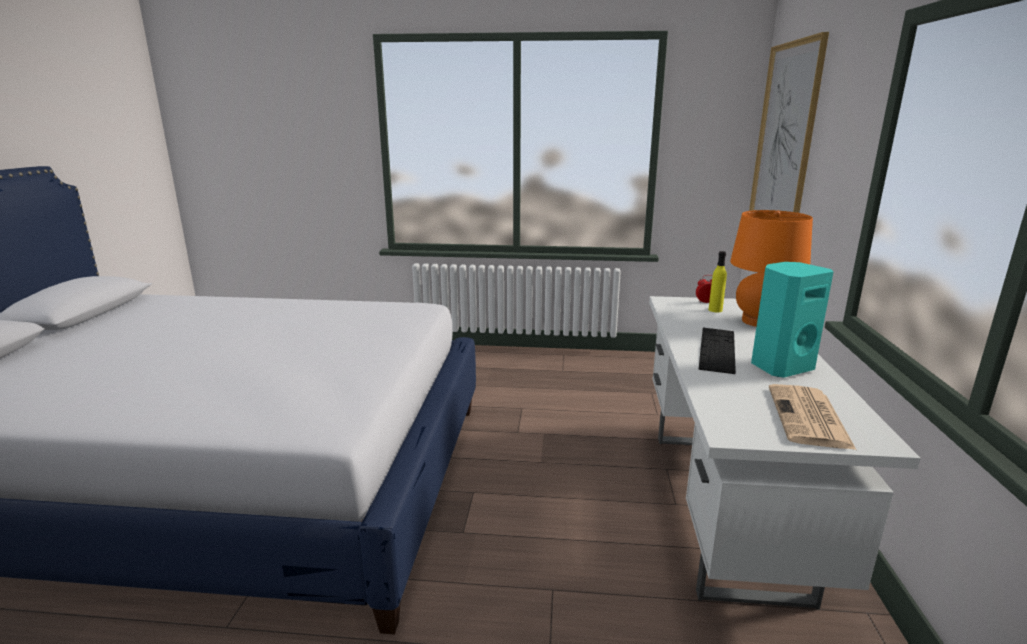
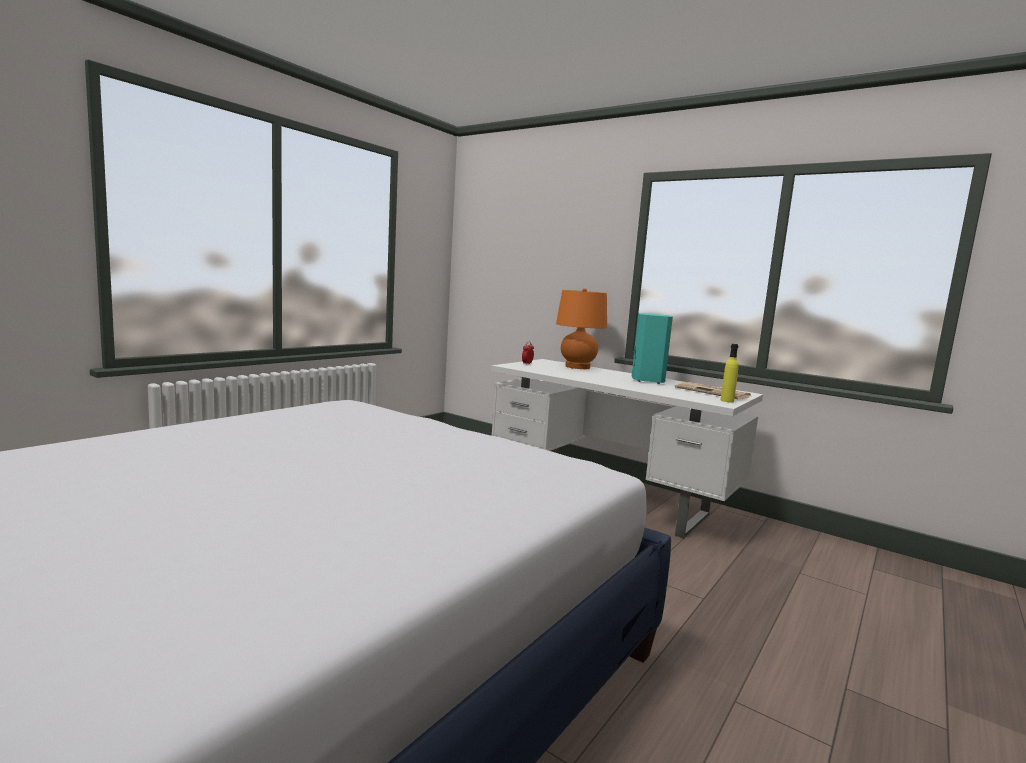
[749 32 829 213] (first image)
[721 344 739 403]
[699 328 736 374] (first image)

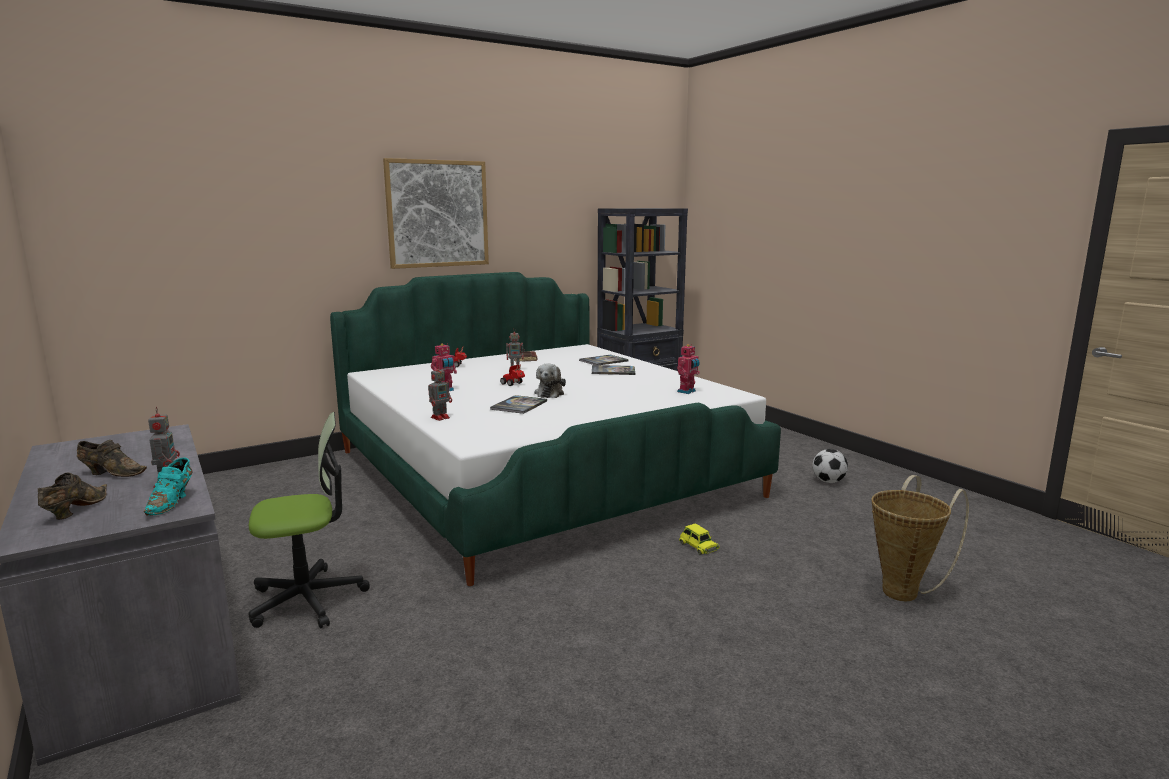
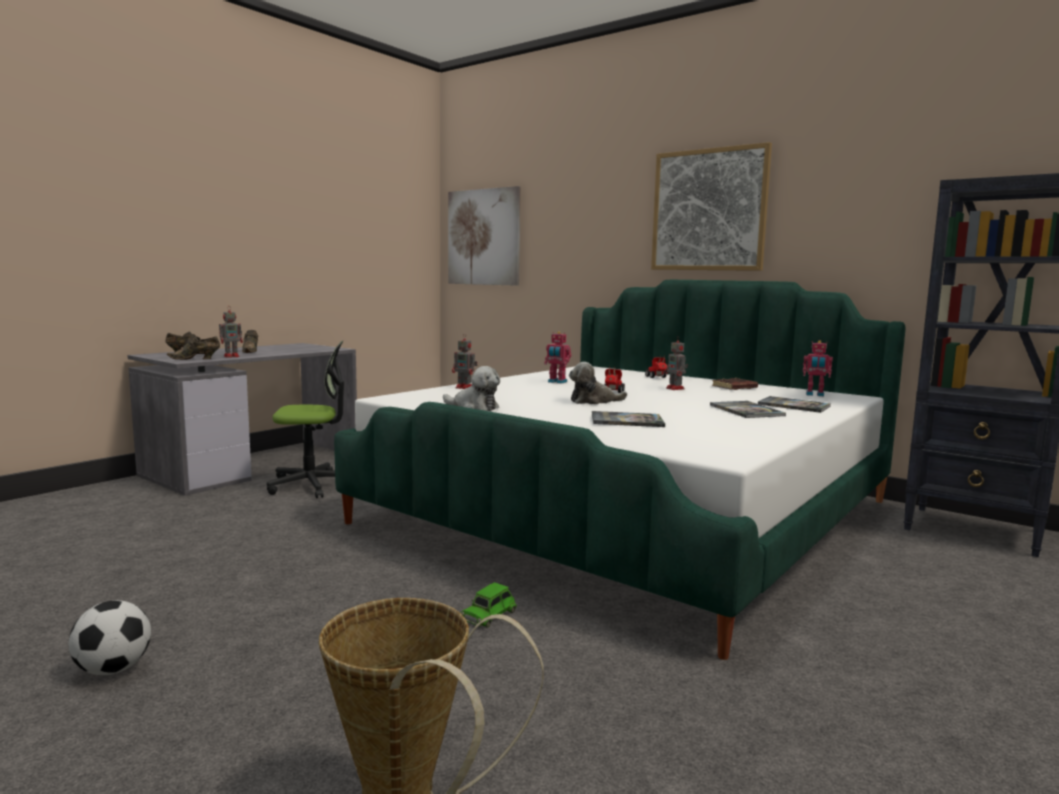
[803 341 833 396]
[592 411 665 427]
[267 341 344 498]
[68 600 151 675]
[167 335 220 360]
[461 582 517 628]
[448 186 521 286]
[443 366 500 411]

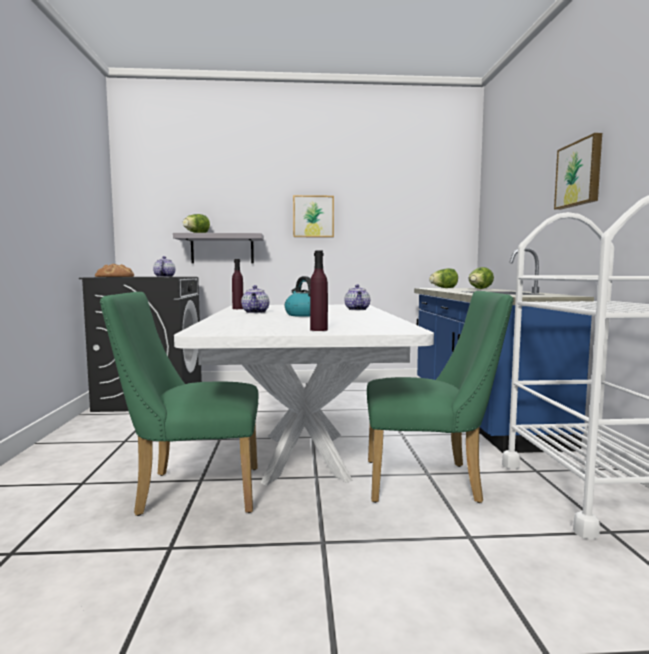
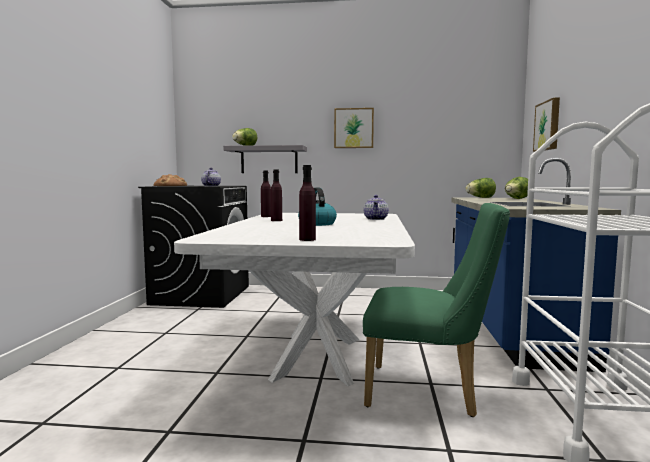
[533 98 560 152]
[271 170 282 221]
[100 292 259 516] (first image)

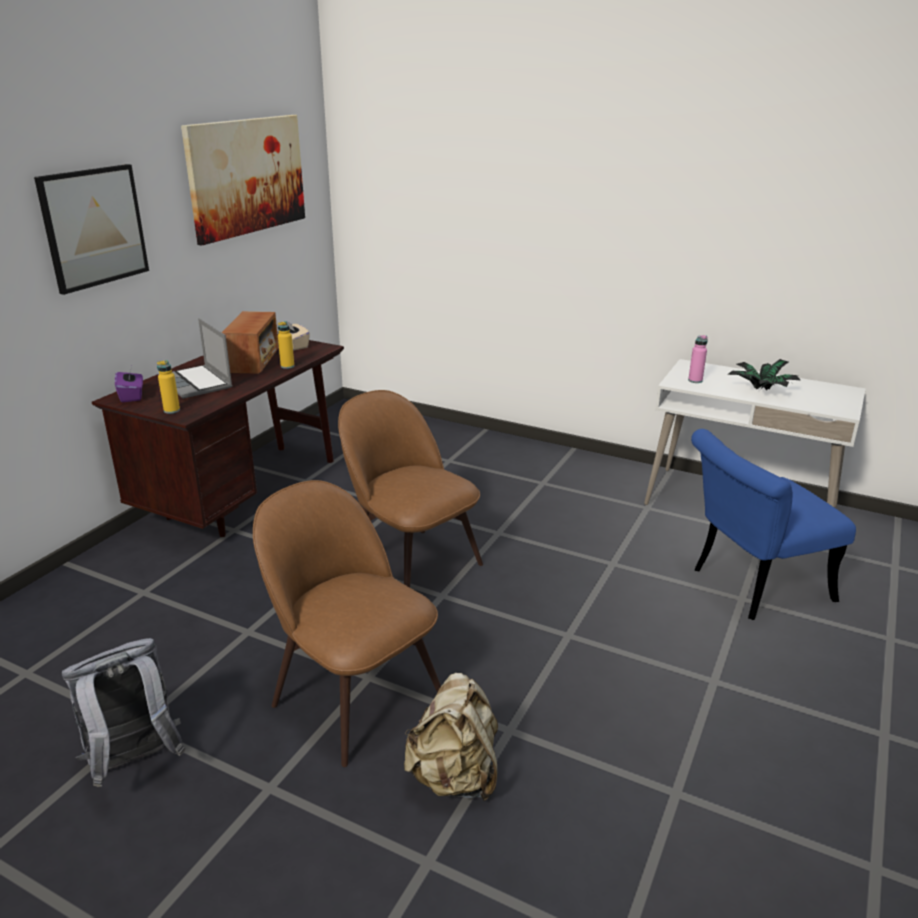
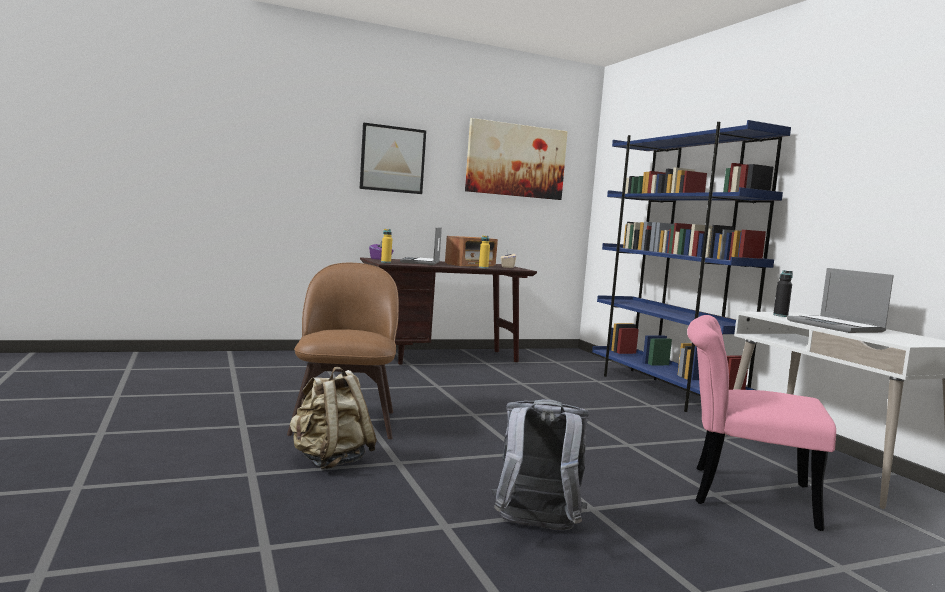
[773 270 793 317]
[787 268 894 333]
[338 390 483 587] (first image)
[687 315 836 531]
[491 399 589 530]
[592 120 791 412]

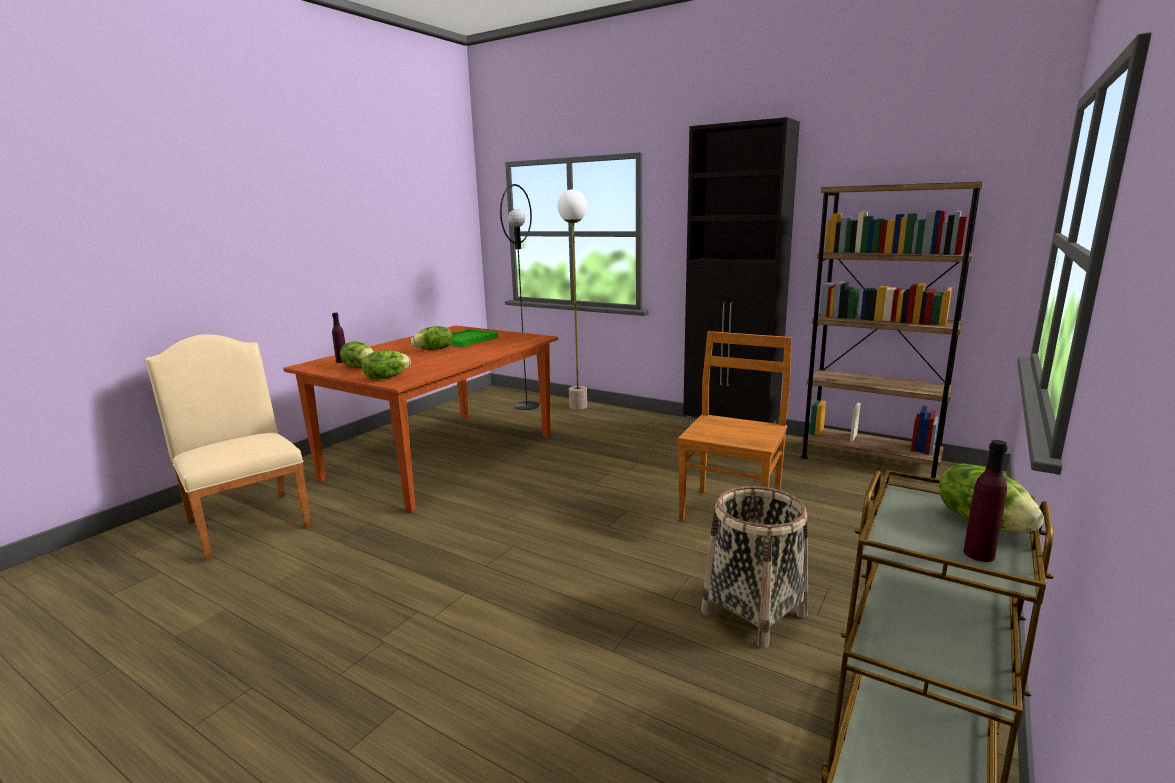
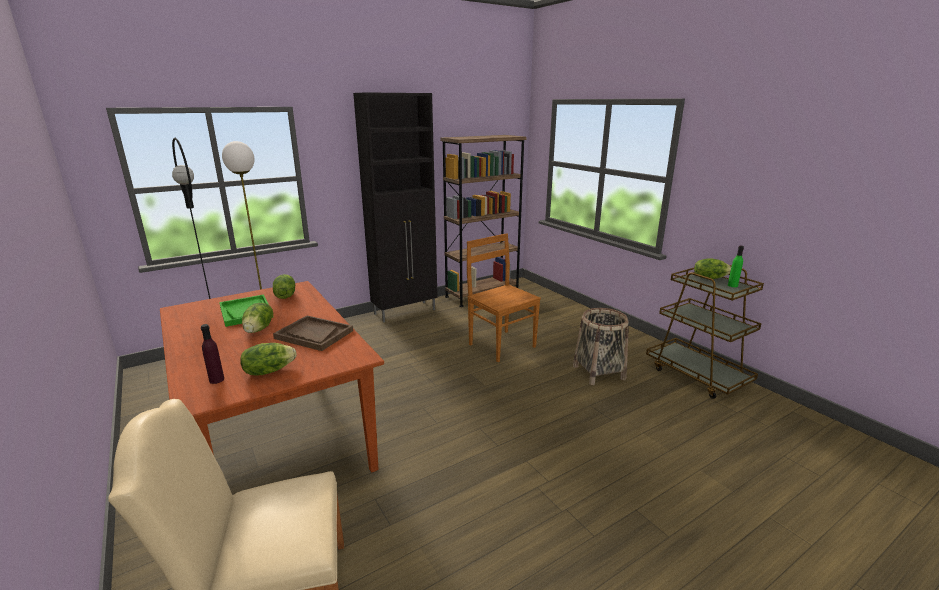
[273 274 295 299]
[728 246 744 287]
[273 316 353 351]

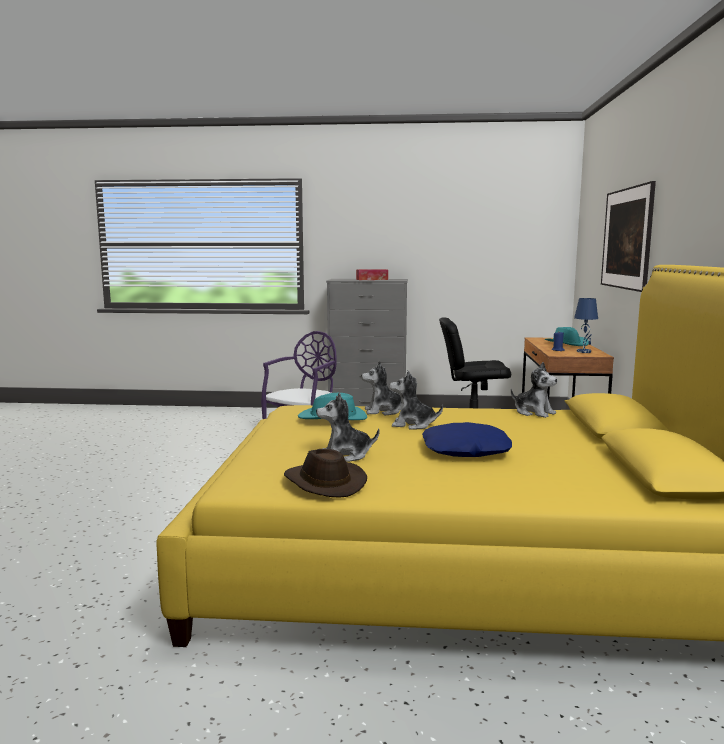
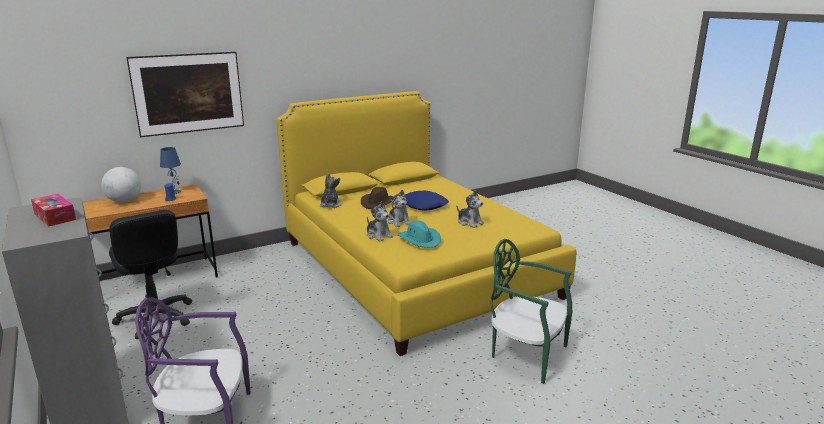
[101 167 141 203]
[361 187 391 209]
[490 239 573 384]

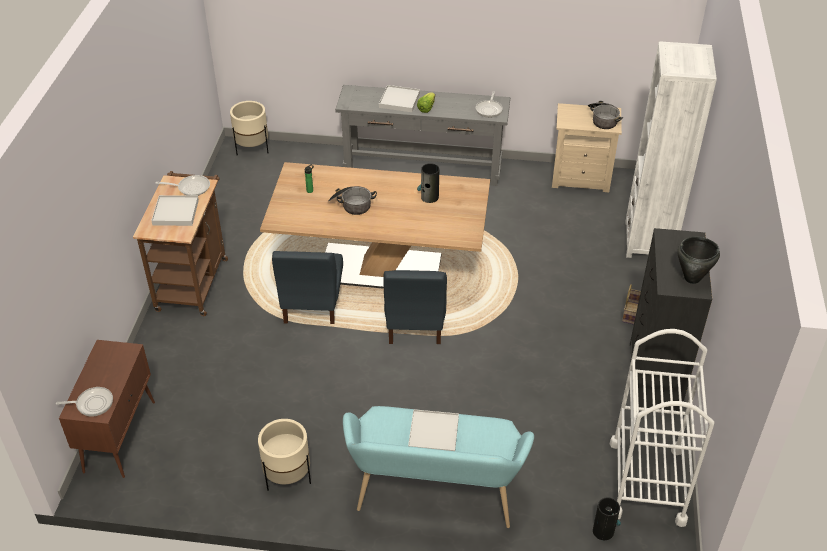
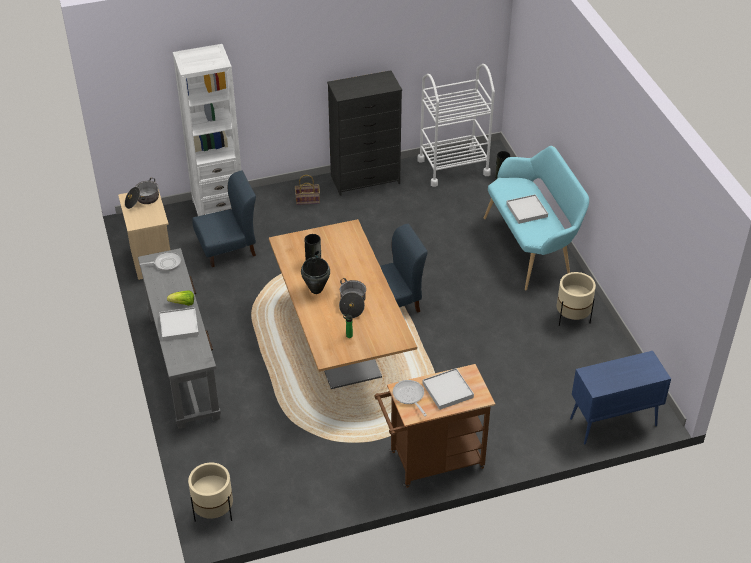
[301 257 330 294]
[192 171 256 267]
[570 351 671 444]
[56 387 113 416] (first image)

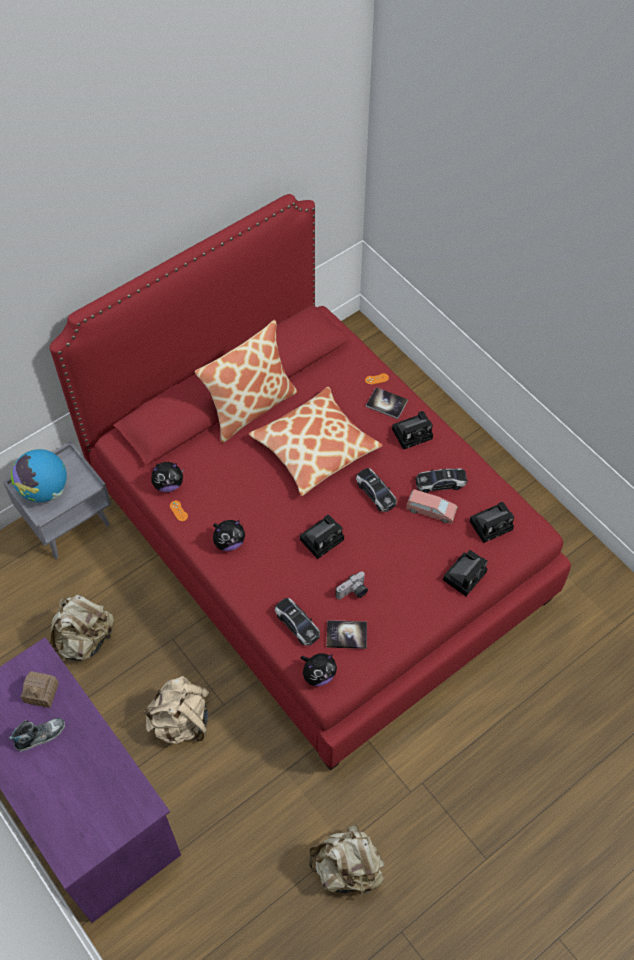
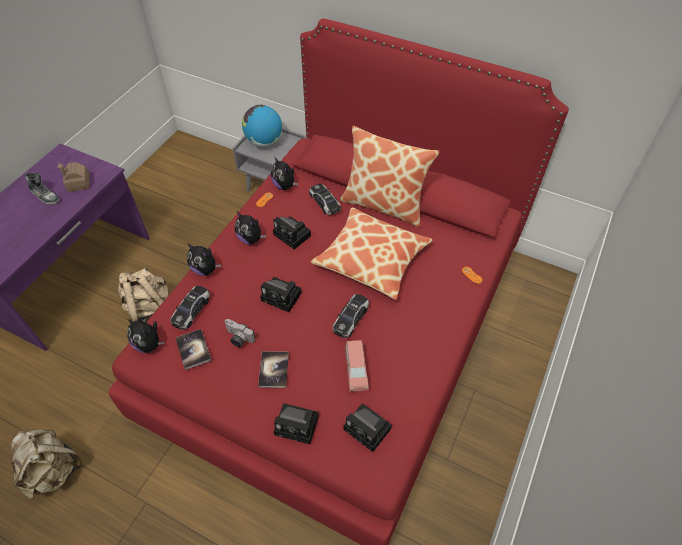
[258 351 289 388]
[273 216 311 250]
[309 184 341 215]
[49 595 114 662] (first image)
[187 244 221 276]

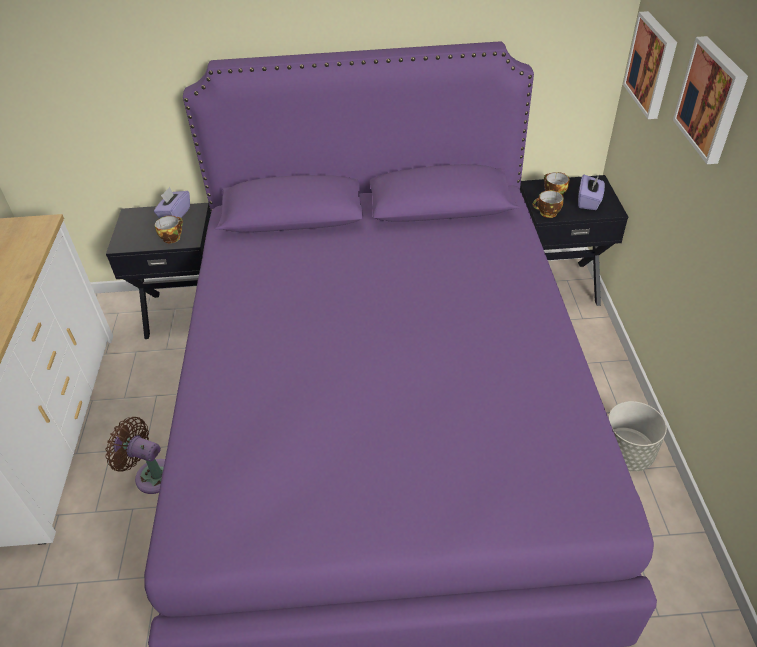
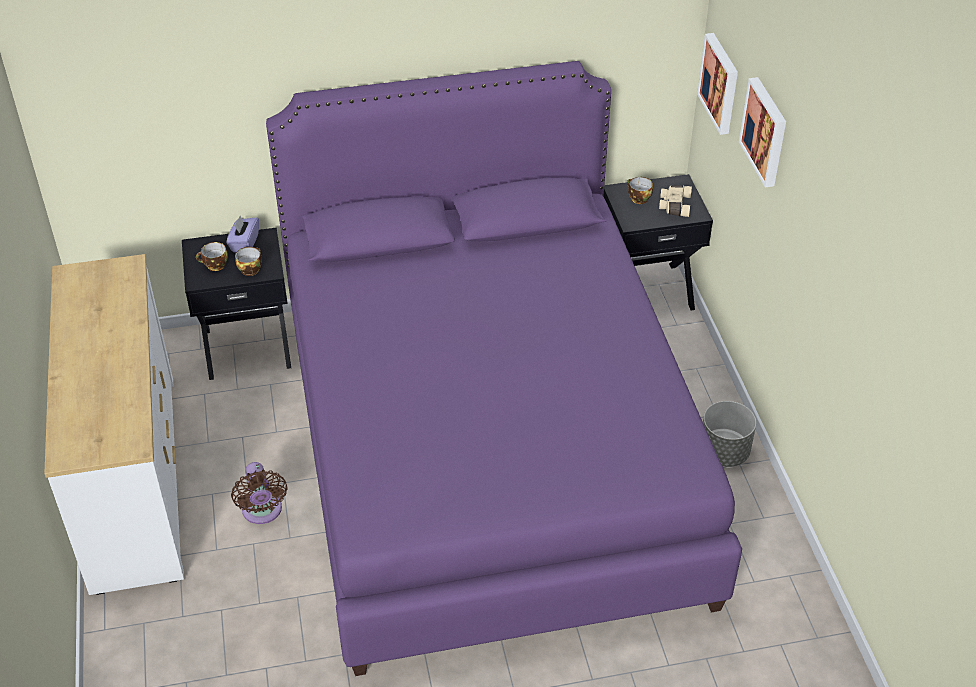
[659 185 692 217]
[196 242 228 271]
[231 462 288 524]

